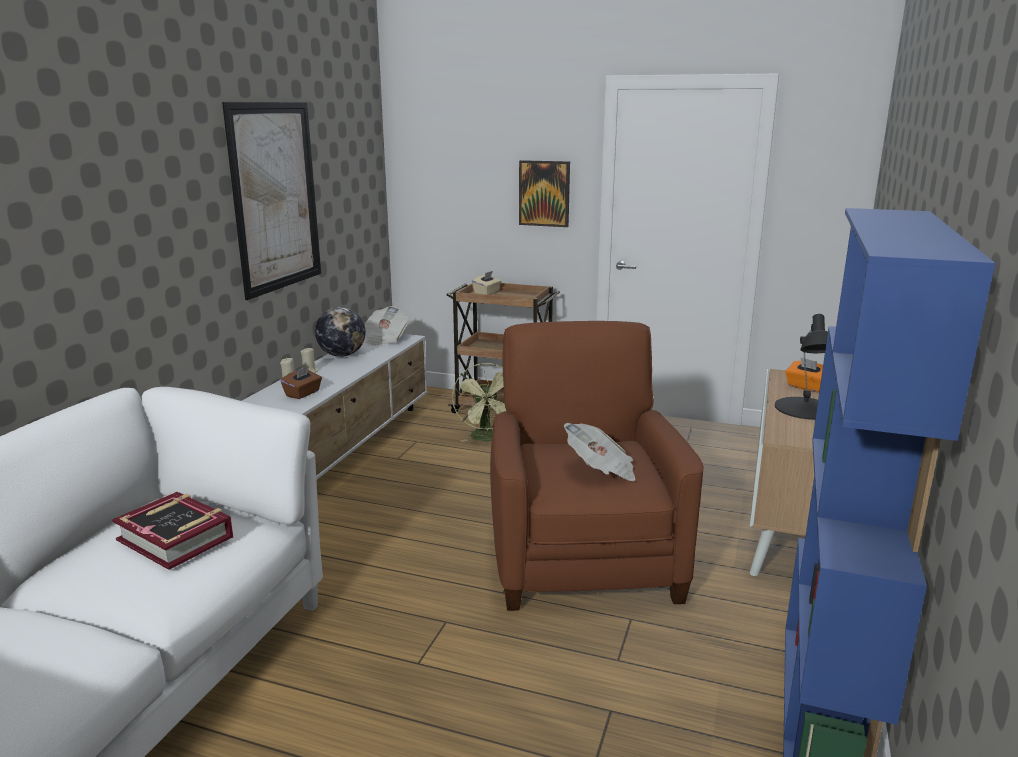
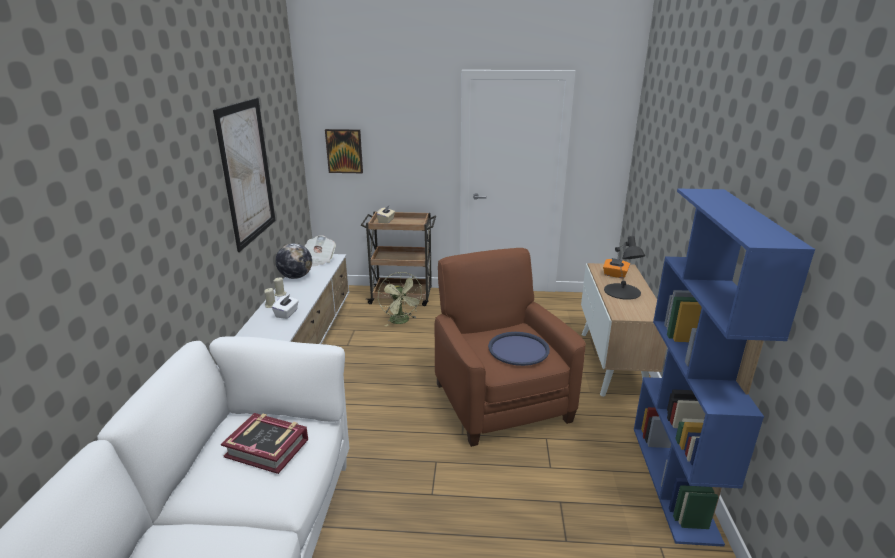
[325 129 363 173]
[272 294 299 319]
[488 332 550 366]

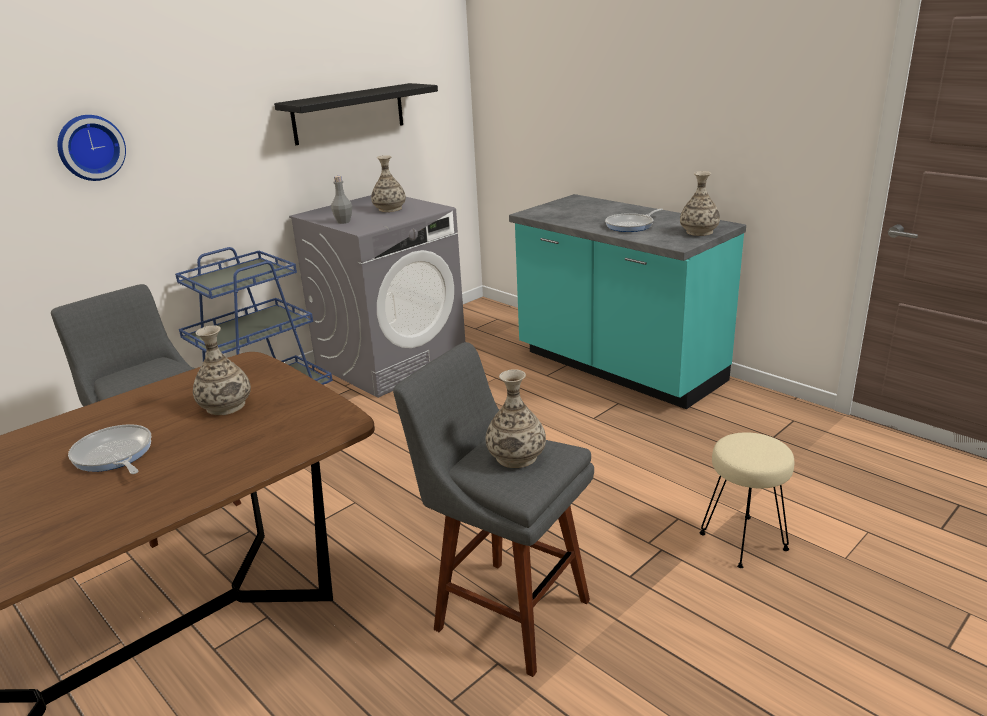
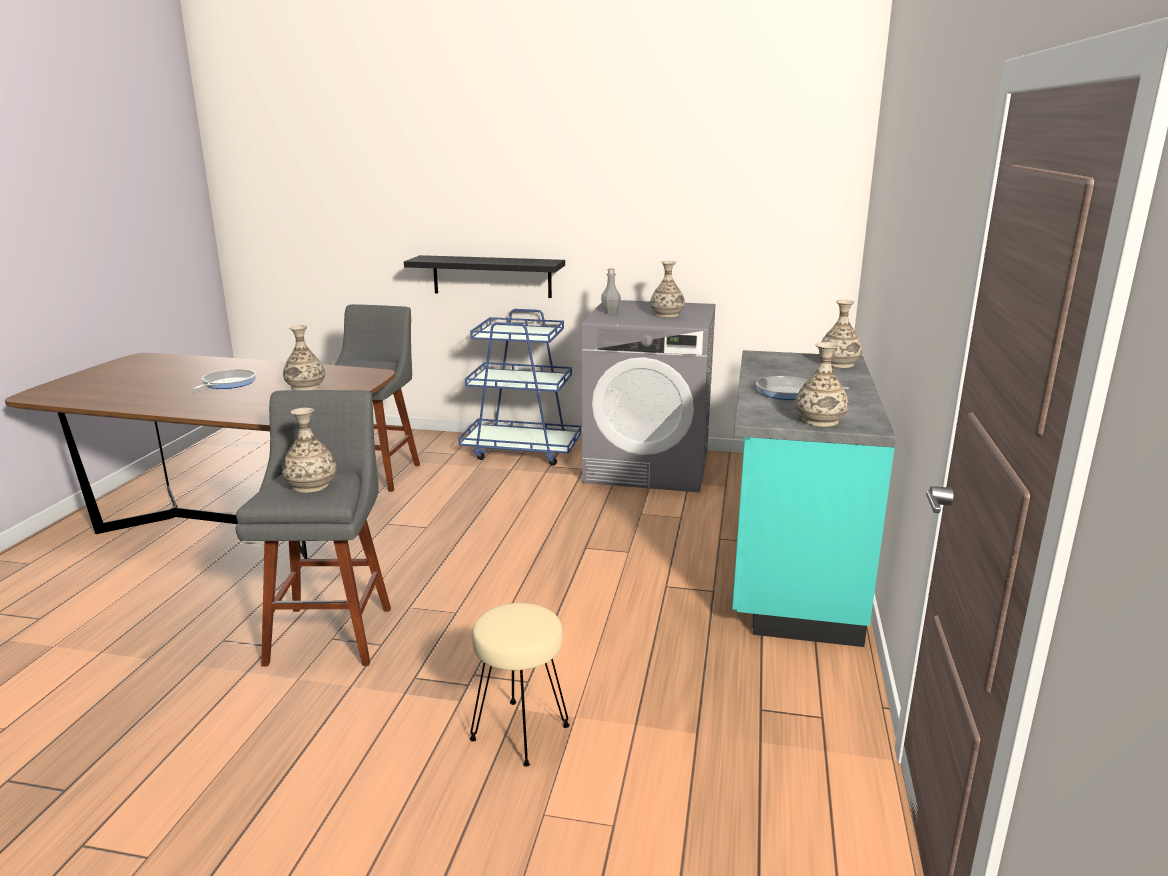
[404 255 565 298]
[57 115 126 181] (first image)
[819 300 862 368]

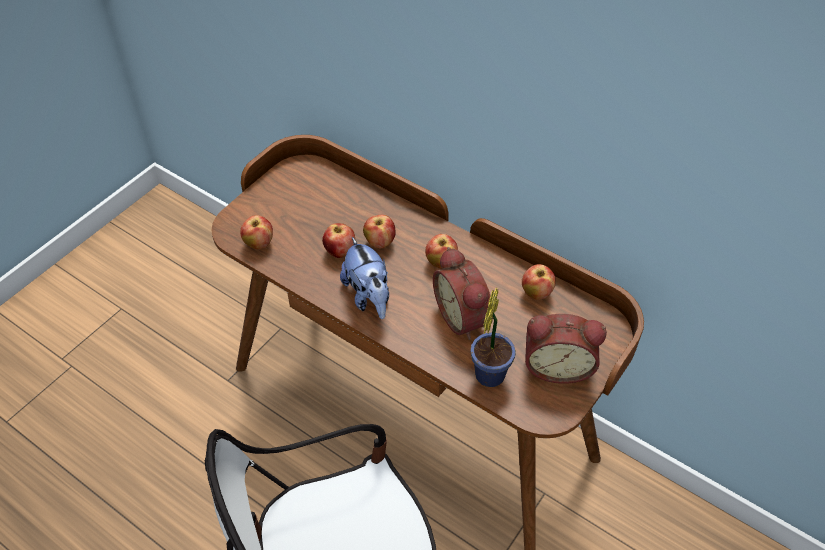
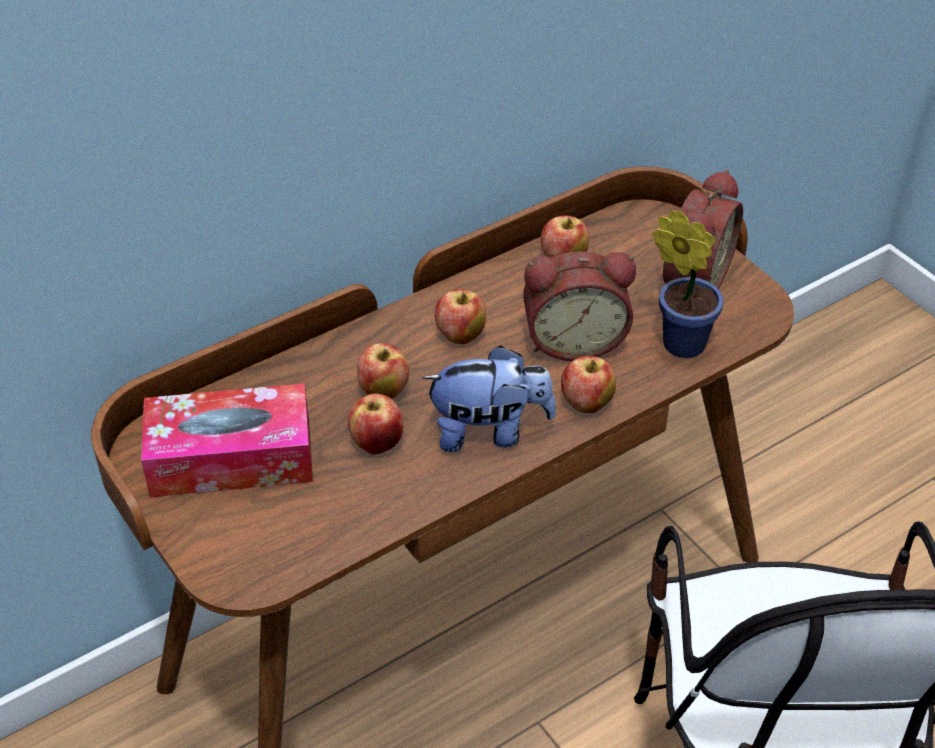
[561 356 616 413]
[141 383 313 498]

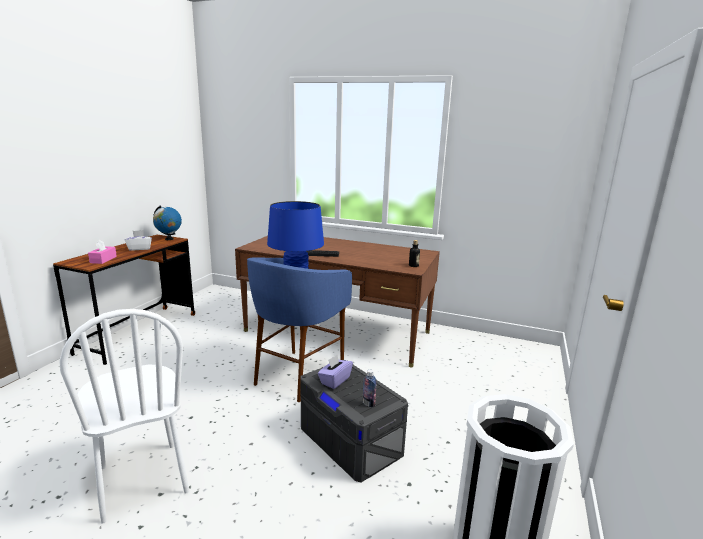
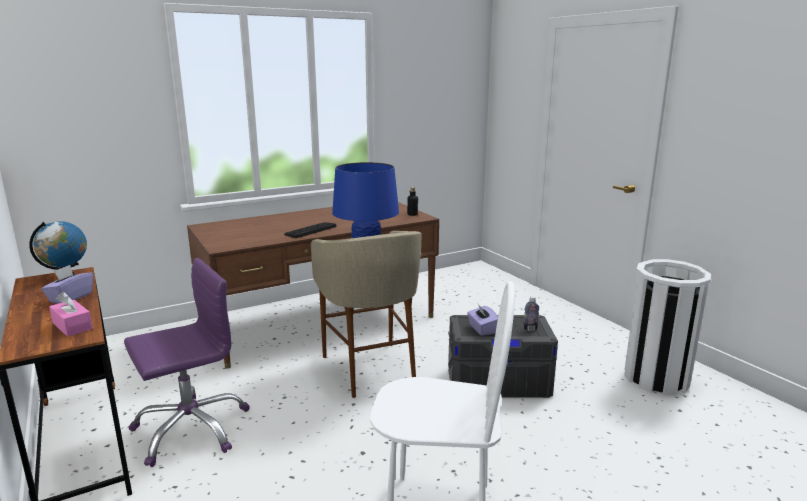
[41 265 93 304]
[311 231 422 398]
[124 258 250 467]

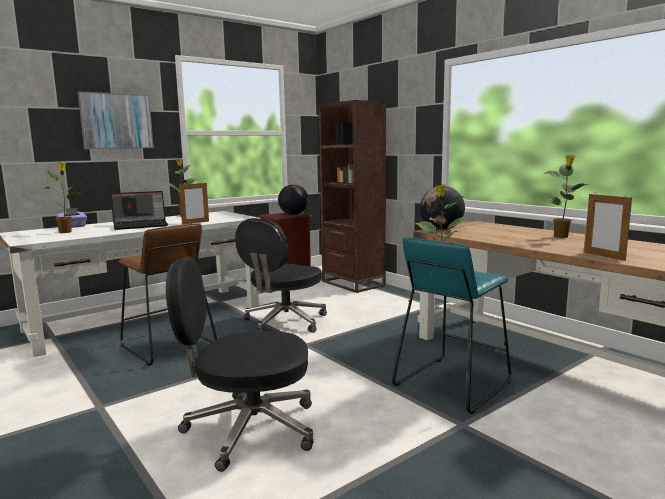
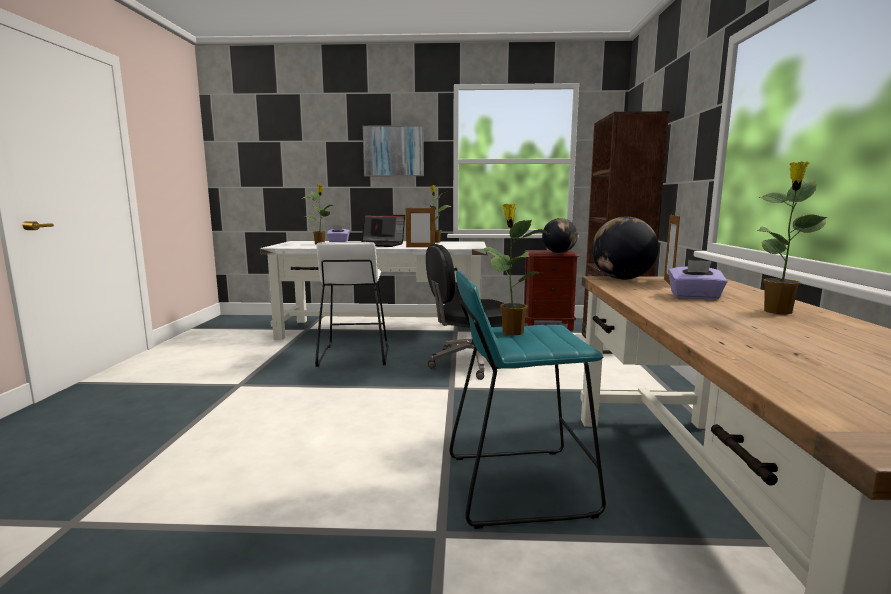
[664 214 680 285]
[315 242 389 367]
[166 257 313 472] (first image)
[668 260 727 300]

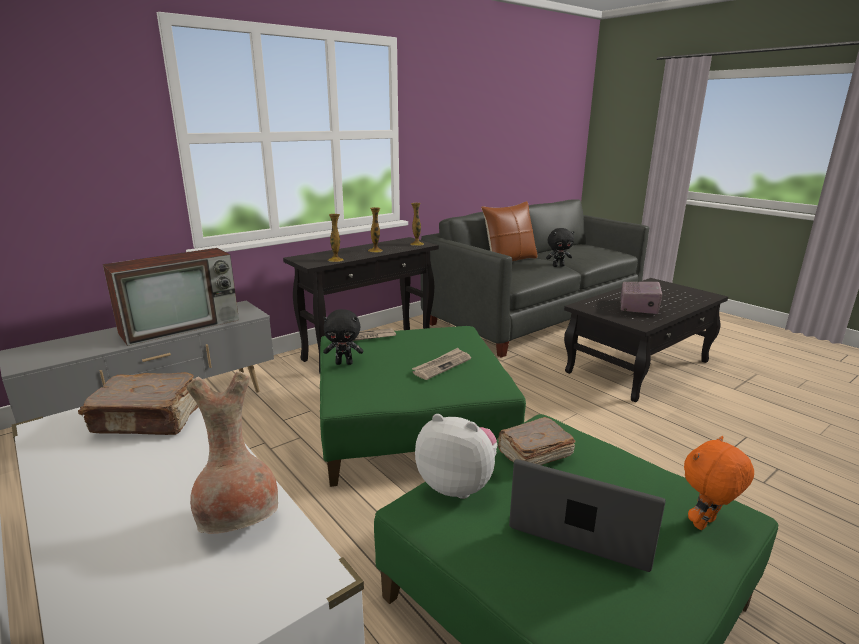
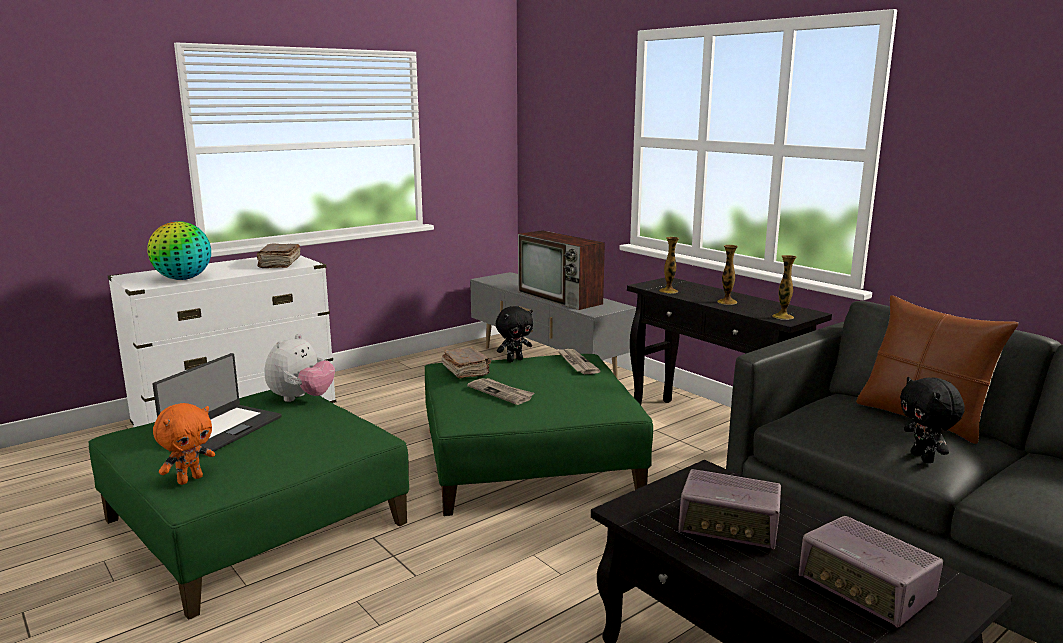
[496 306 533 362]
[148 221 211 280]
[441 347 491 378]
[153 403 215 485]
[798 516 943 628]

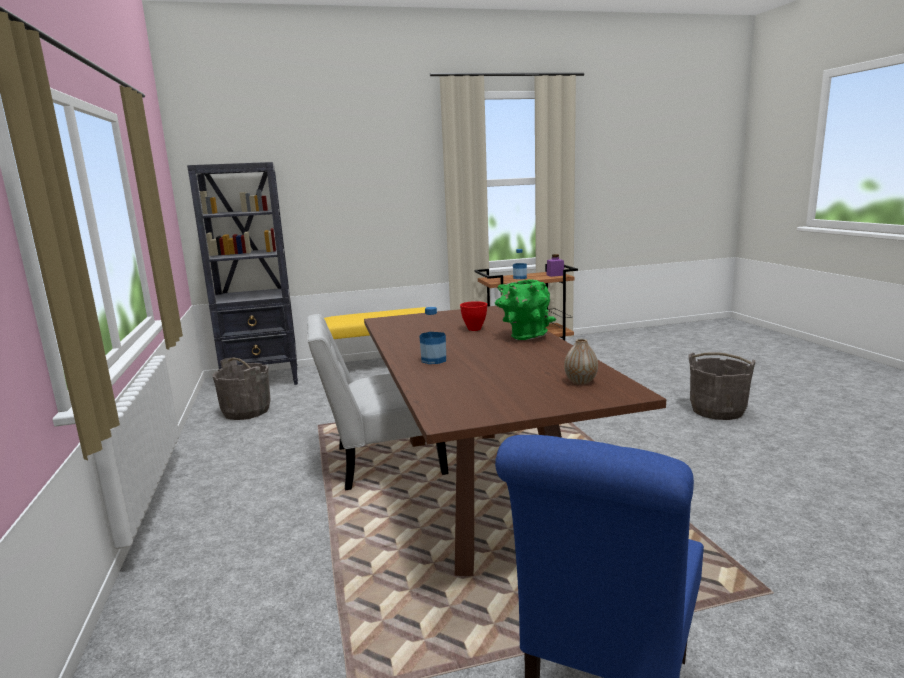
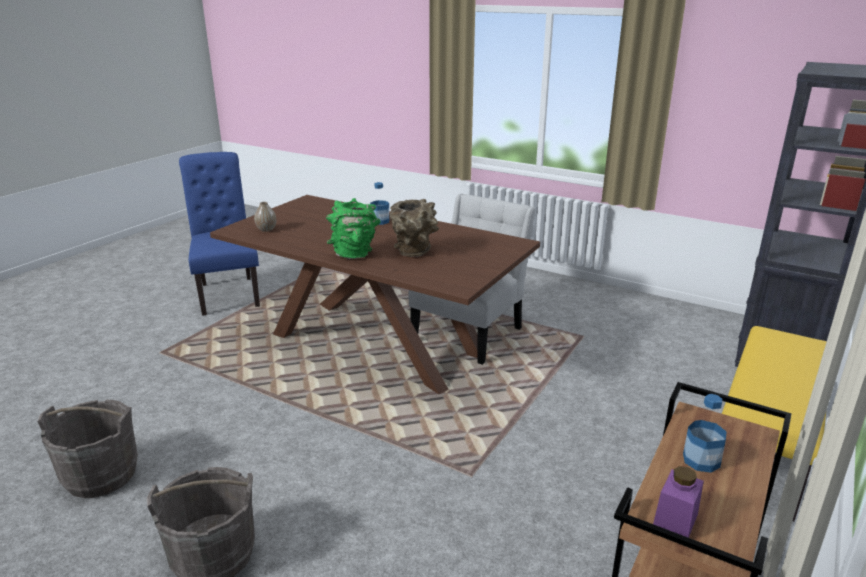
[390 199 439 257]
[37 399 138 498]

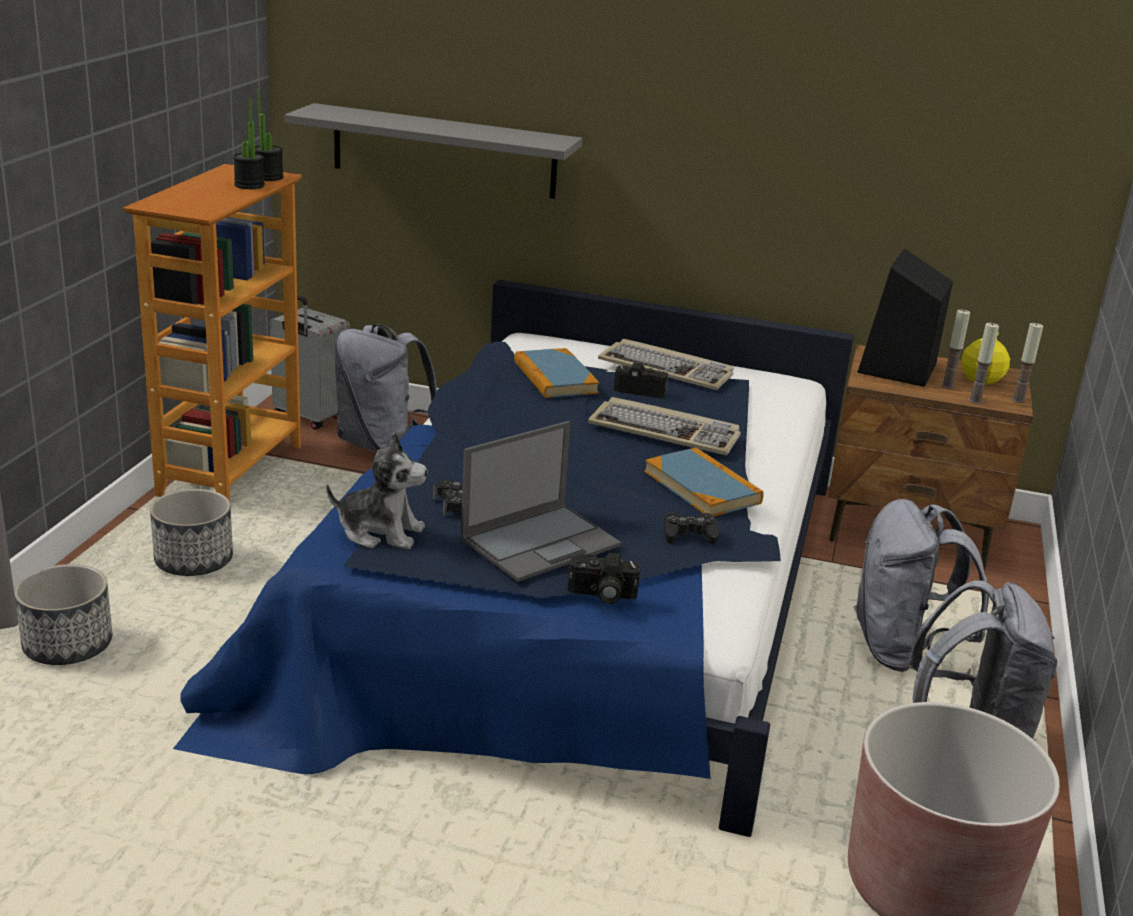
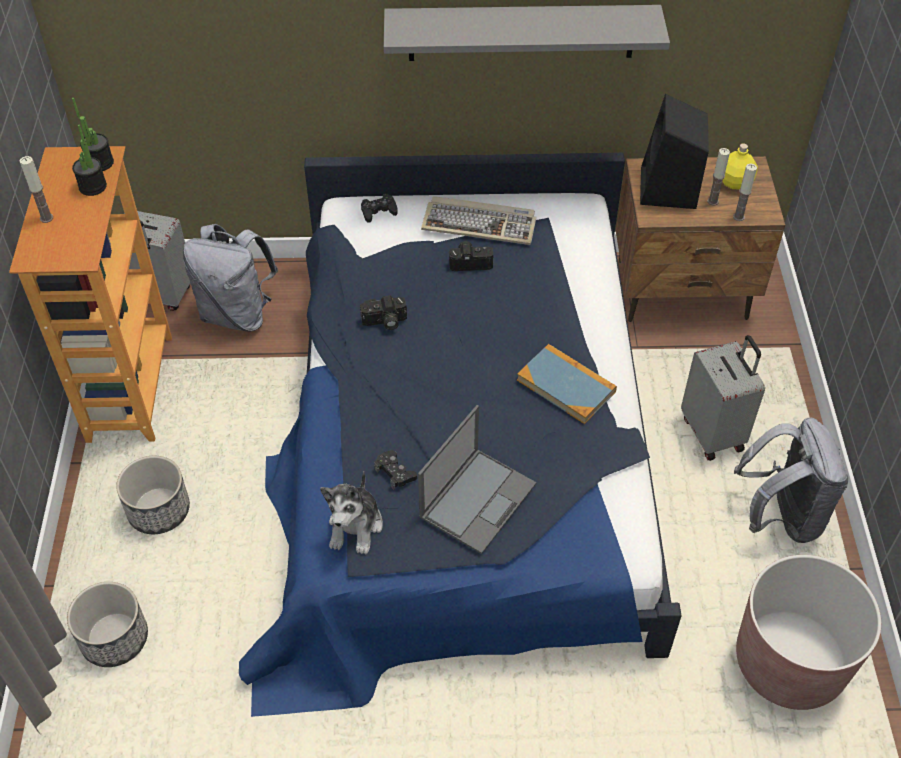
[384 5 670 61]
[20 156 53 223]
[514 348 599 398] (first image)
[588 397 741 455] (first image)
[320 471 383 555]
[681 335 765 461]
[361 194 398 223]
[360 295 407 330]

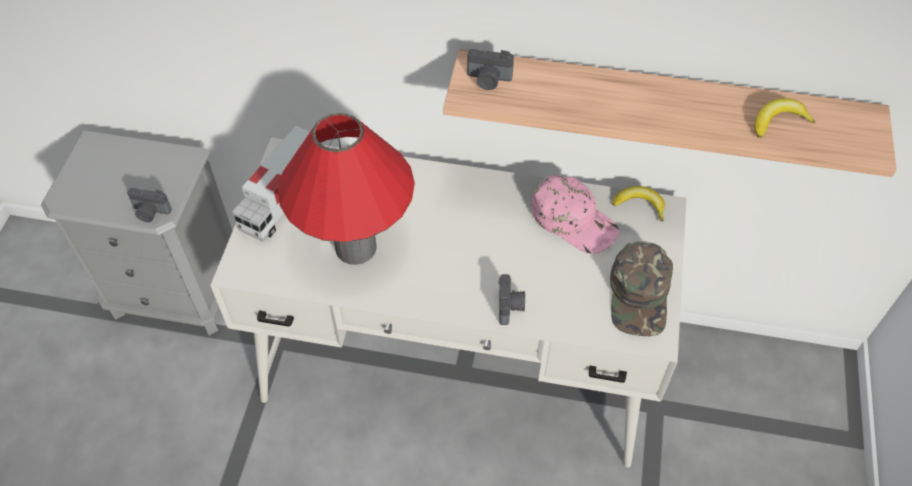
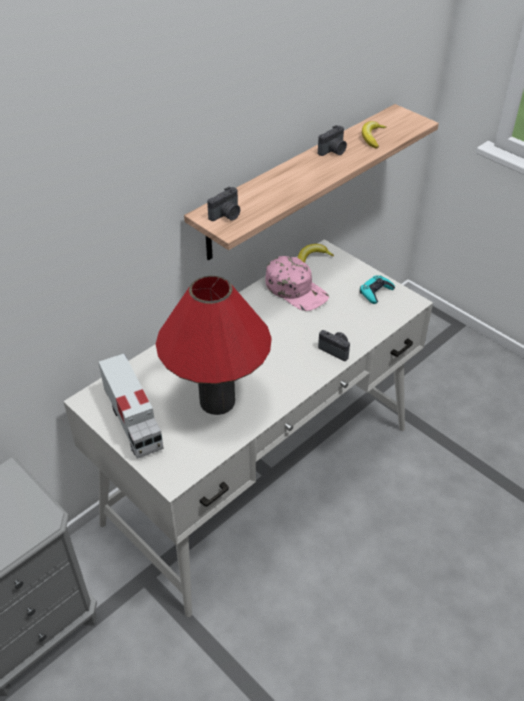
[265 256 329 311]
[318 125 347 156]
[360 275 395 304]

